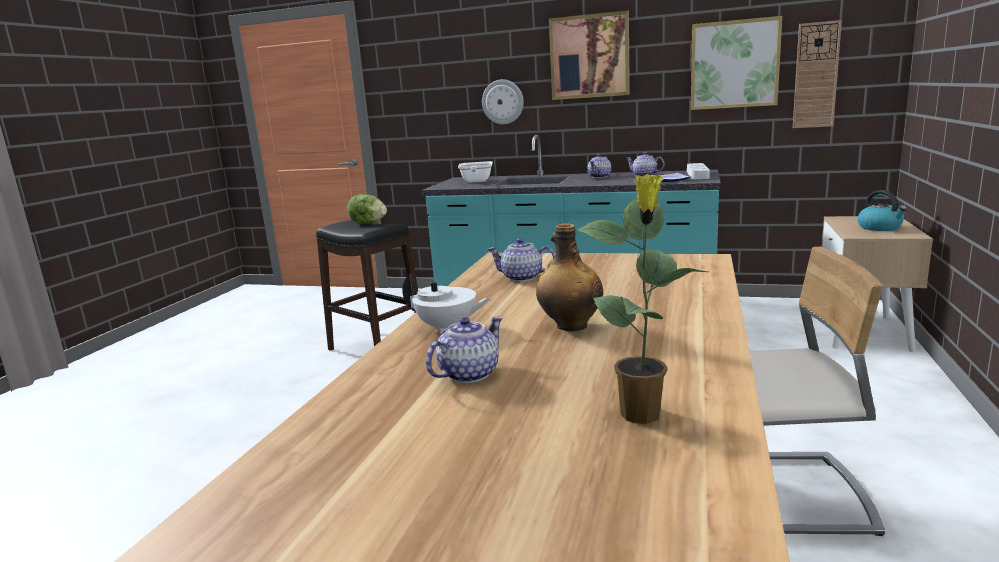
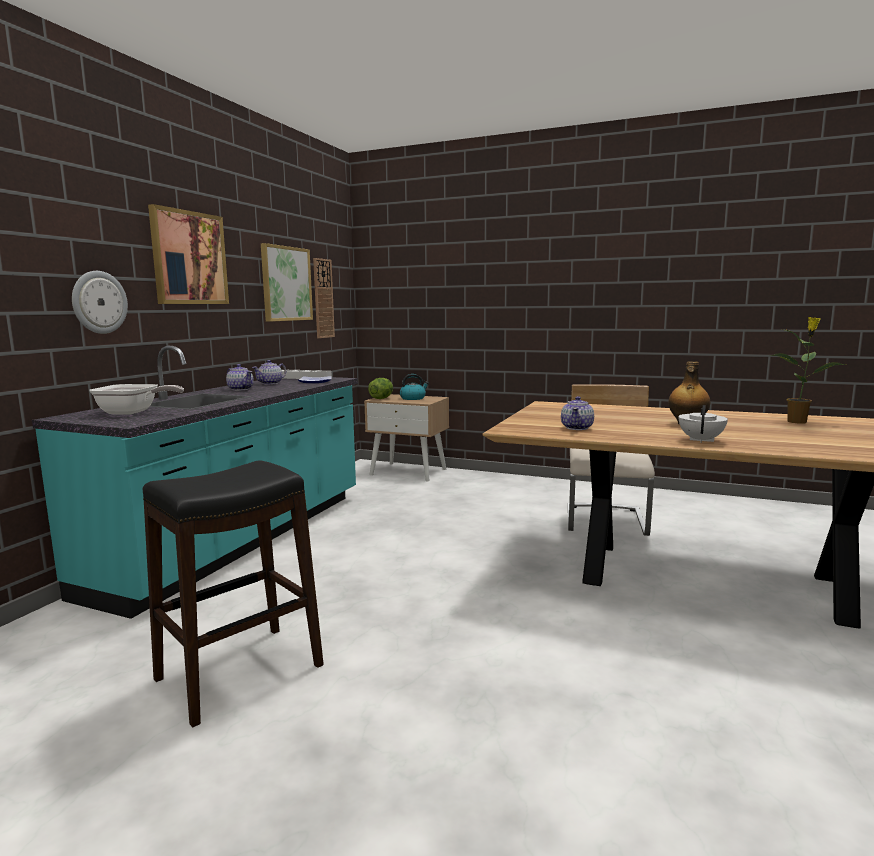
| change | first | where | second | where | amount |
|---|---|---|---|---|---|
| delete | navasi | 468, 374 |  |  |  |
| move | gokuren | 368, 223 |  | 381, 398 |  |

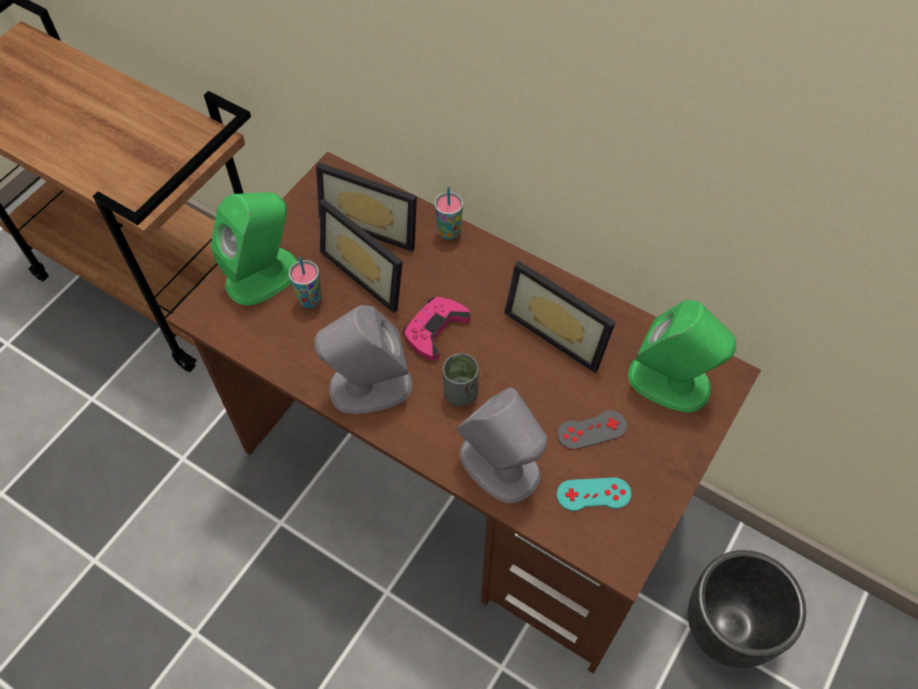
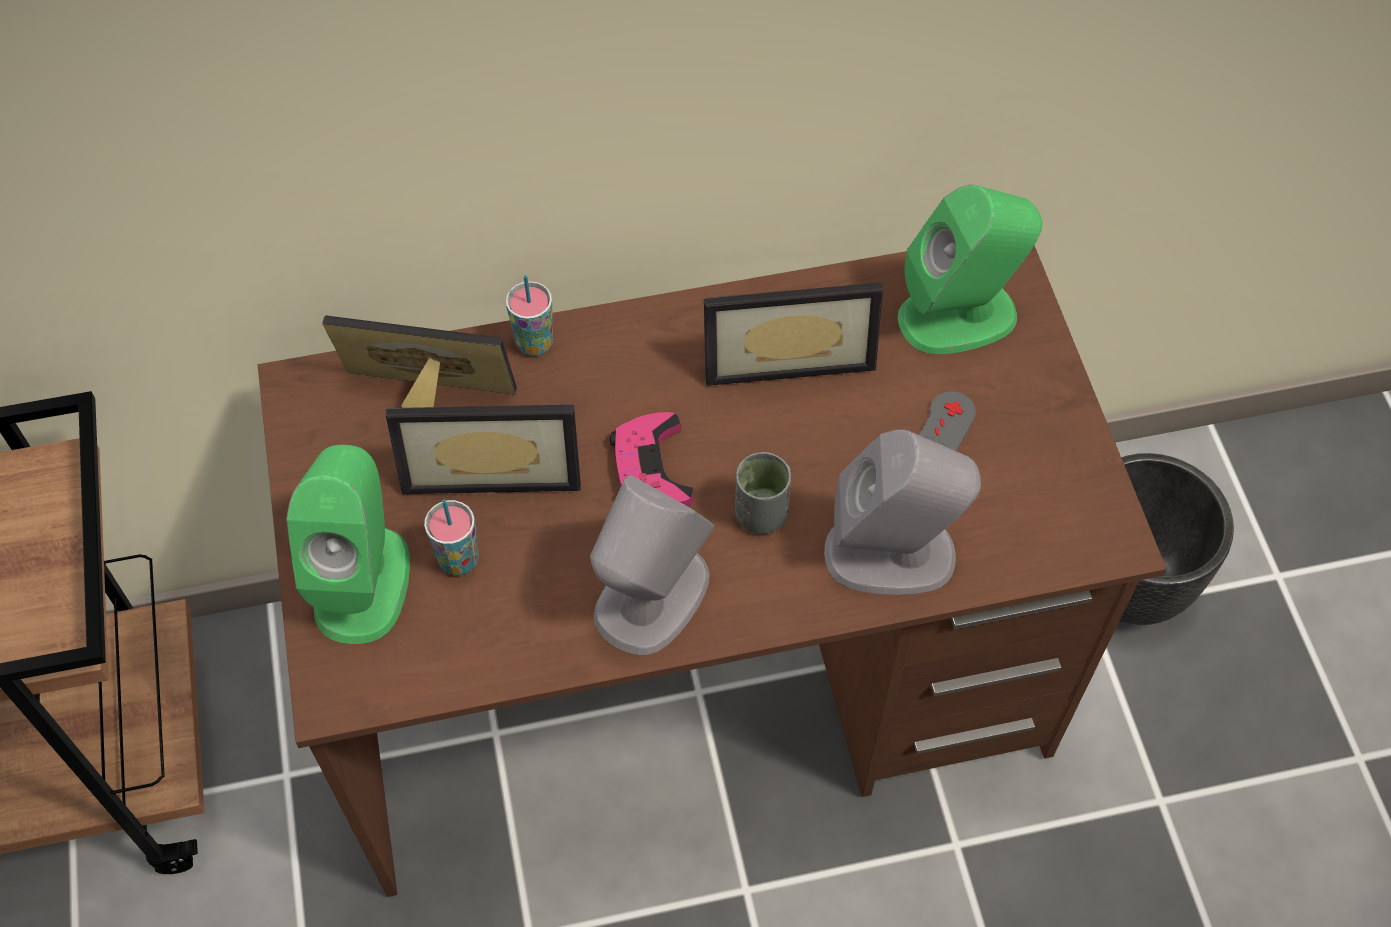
| change | first | where | second | where | amount |
|---|---|---|---|---|---|
| delete | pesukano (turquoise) | 593, 494 |  |  |  |
| rotate | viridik | 373, 221 |  | 425, 403 | 150 degrees counterclockwise |

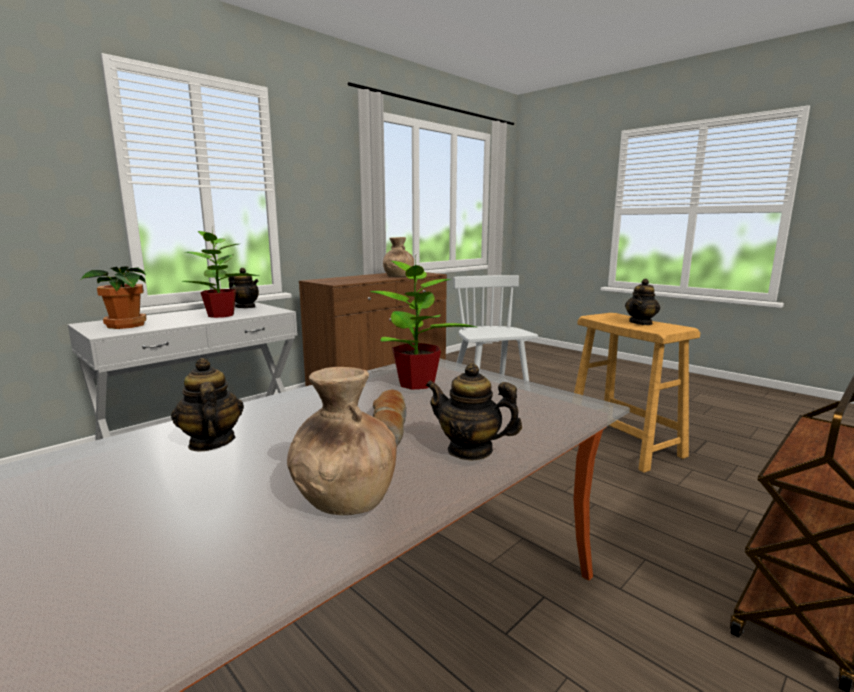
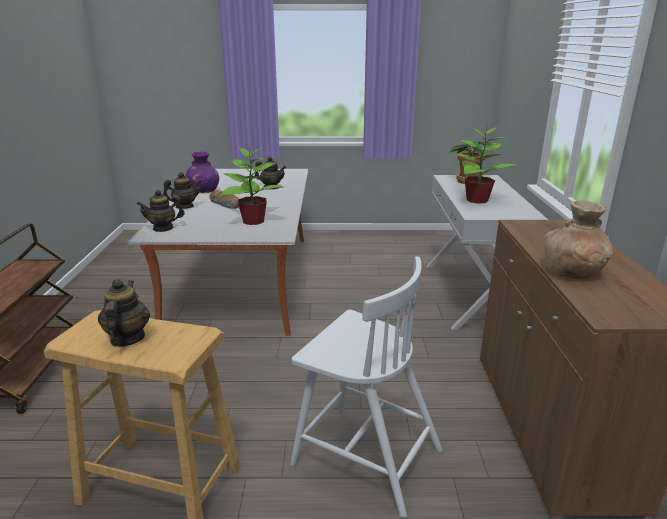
| change | first | where | second | where | amount |
|---|---|---|---|---|---|
| move | navasi | 245, 307 |  | 163, 228 |  |
| recolor | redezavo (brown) | 344, 498 | redezavo (purple) | 204, 191 |  |

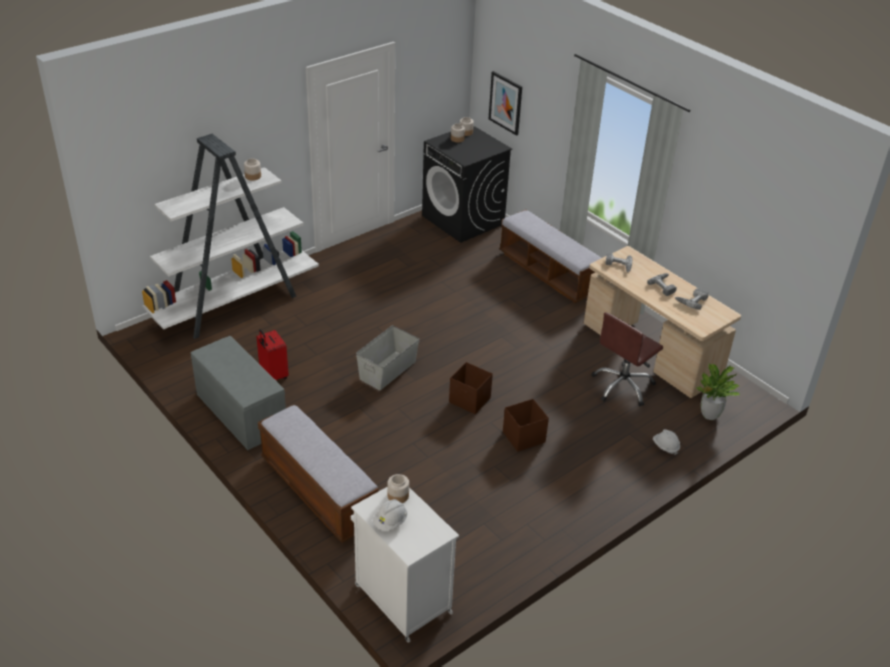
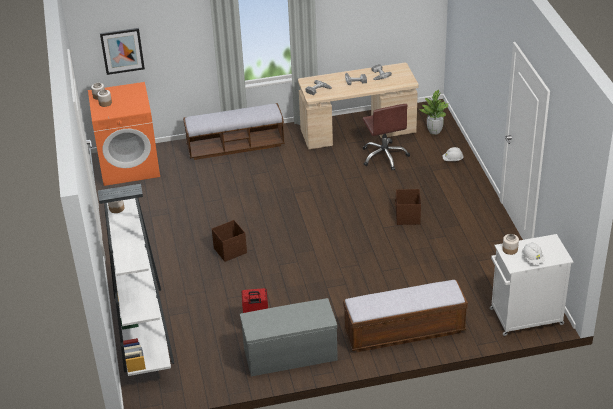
| change | first | where | second | where | amount |
|---|---|---|---|---|---|
| delete | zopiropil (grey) | 387, 370 |  |  |  |
| move | zopiropil (brown) | 470, 400 |  | 231, 251 |  |
| recolor | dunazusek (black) | 463, 220 | dunazusek (orange) | 130, 165 |  |

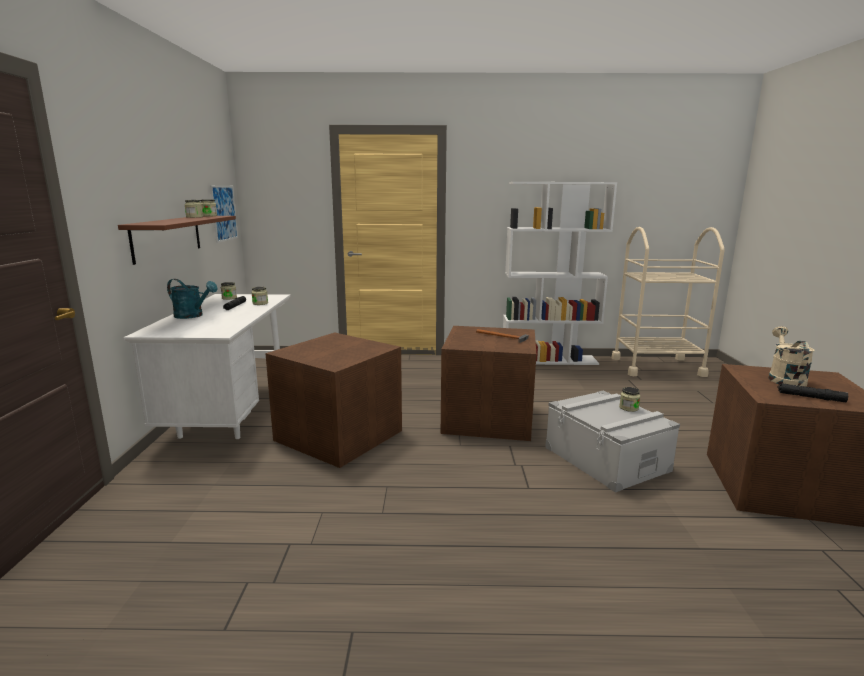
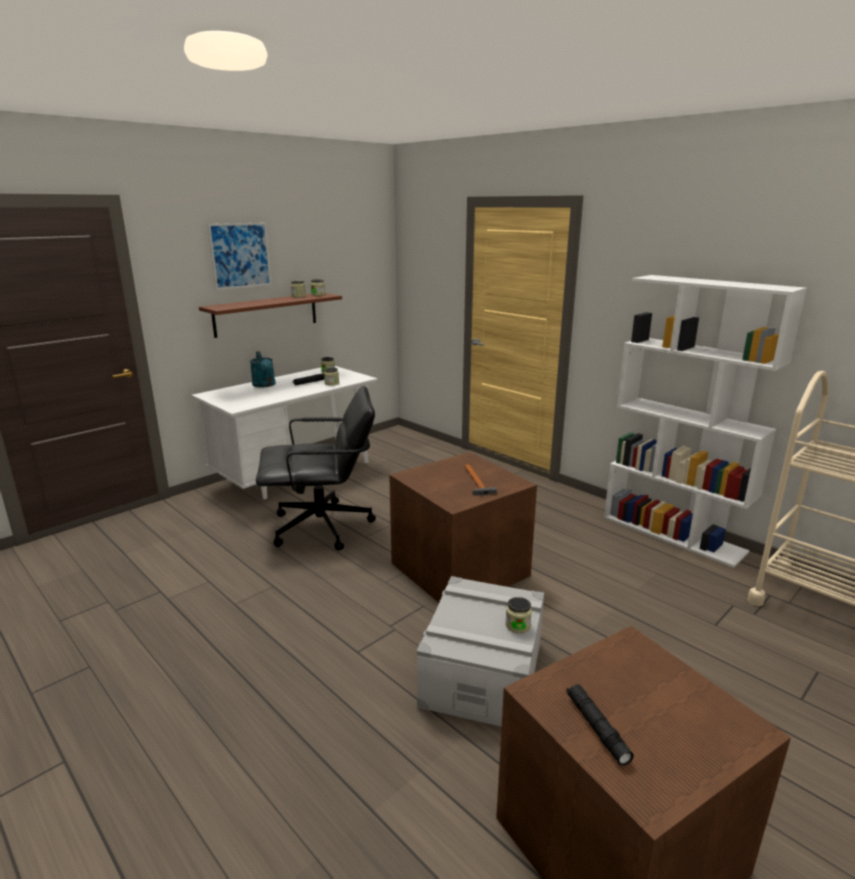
| change | first | where | second | where | amount |
|---|---|---|---|---|---|
| delete | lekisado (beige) | 784, 378 |  |  |  |
| move | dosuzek | 224, 213 |  | 240, 255 |  |
| replace | zopiropil (brown) | 341, 435 | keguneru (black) | 323, 527 |  |

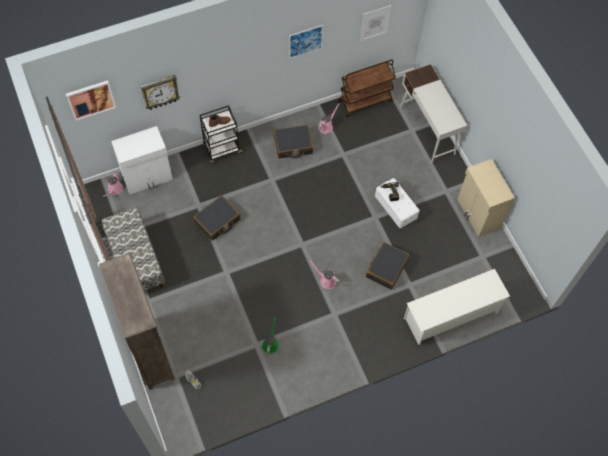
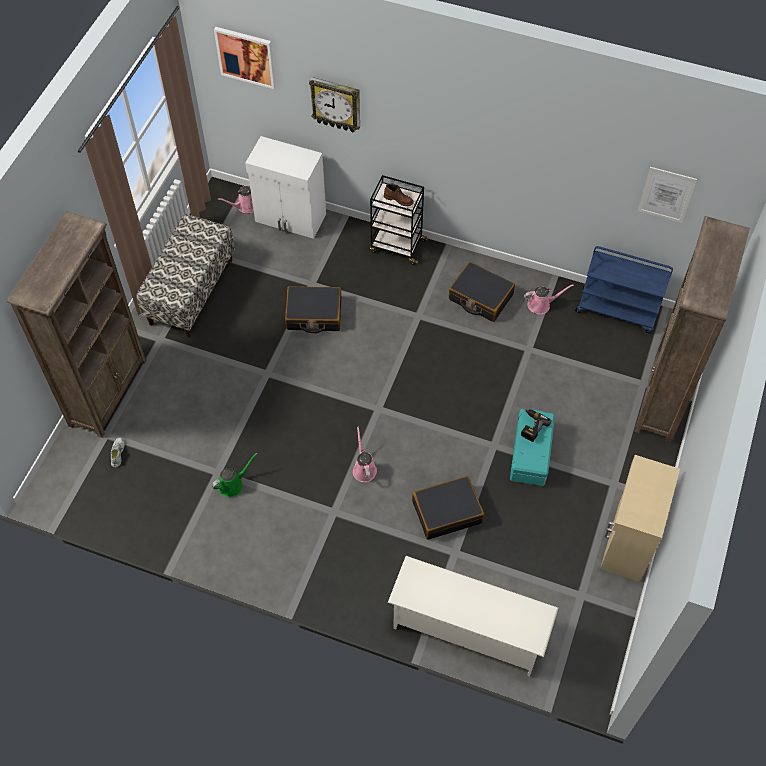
| change | first | where | second | where | amount |
|---|---|---|---|---|---|
| delete | dosuzek | 305, 41 |  |  |  |
| replace | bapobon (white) | 427, 130 | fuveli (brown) | 663, 398 |  |
| recolor | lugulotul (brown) | 365, 101 | lugulotul (blue) | 617, 310 |  |
| recolor | zopiropil (white) | 396, 207 | zopiropil (turquoise) | 531, 454 |  |

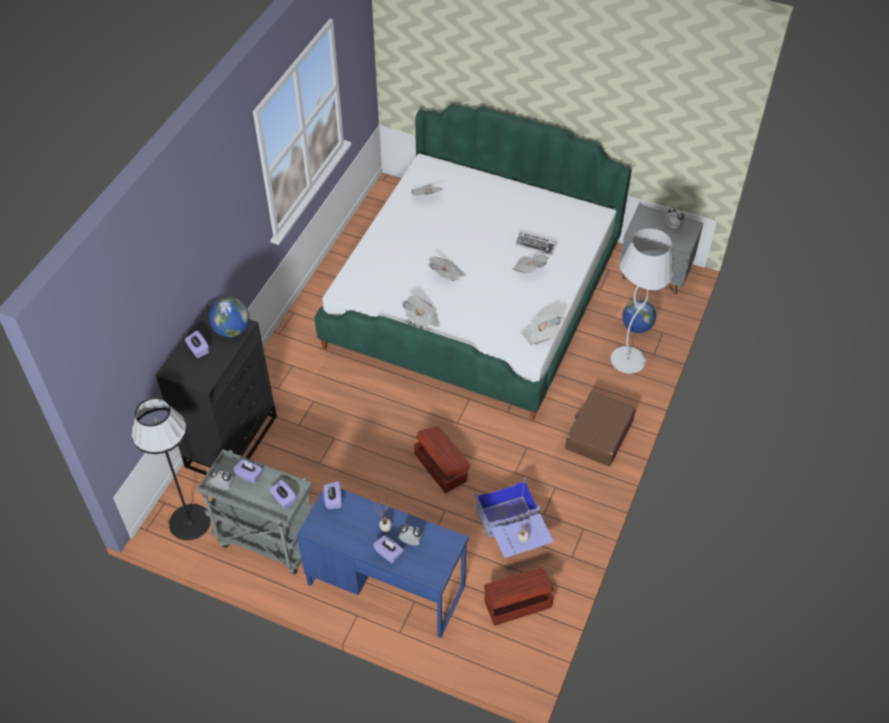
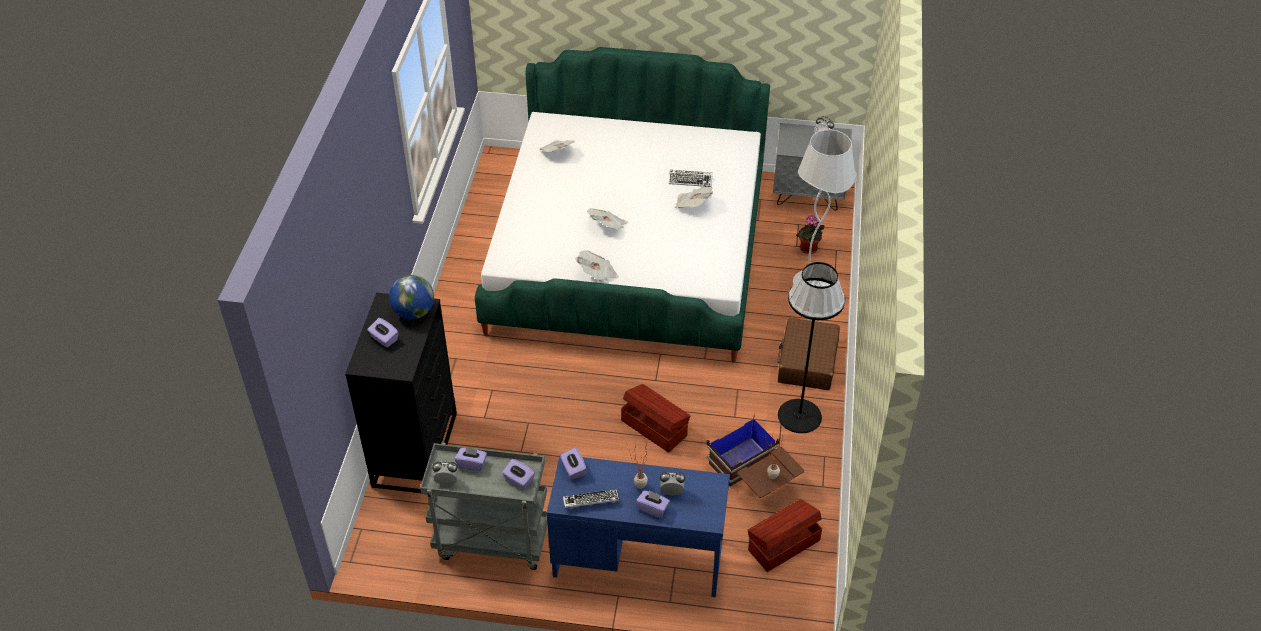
| change | first | where | second | where | amount |
|---|---|---|---|---|---|
| delete | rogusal | 540, 334 |  |  |  |
| insert |  |  | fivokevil | 591, 501 |  |
| move | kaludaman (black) | 190, 522 |  | 799, 416 |  |
| replace | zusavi | 637, 327 | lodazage | 808, 249 |  |
| recolor | zopiropil (blue) | 512, 533 | zopiropil (brown) | 753, 477 |  |

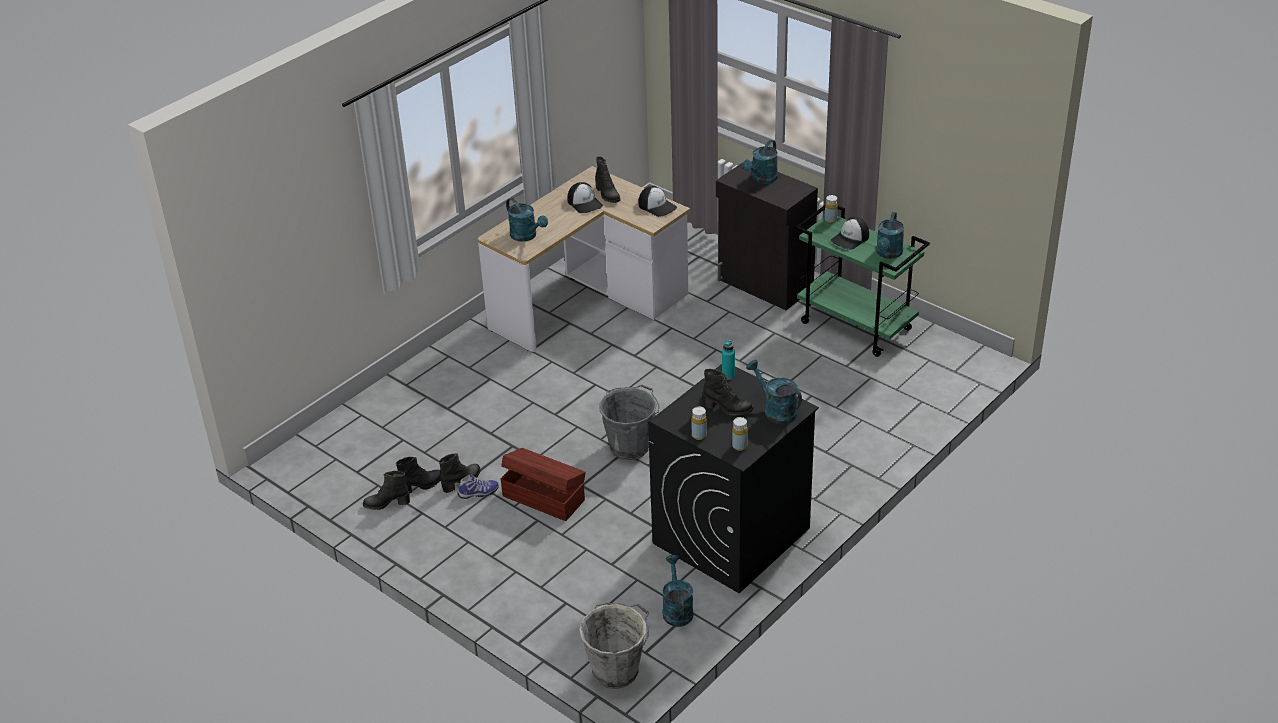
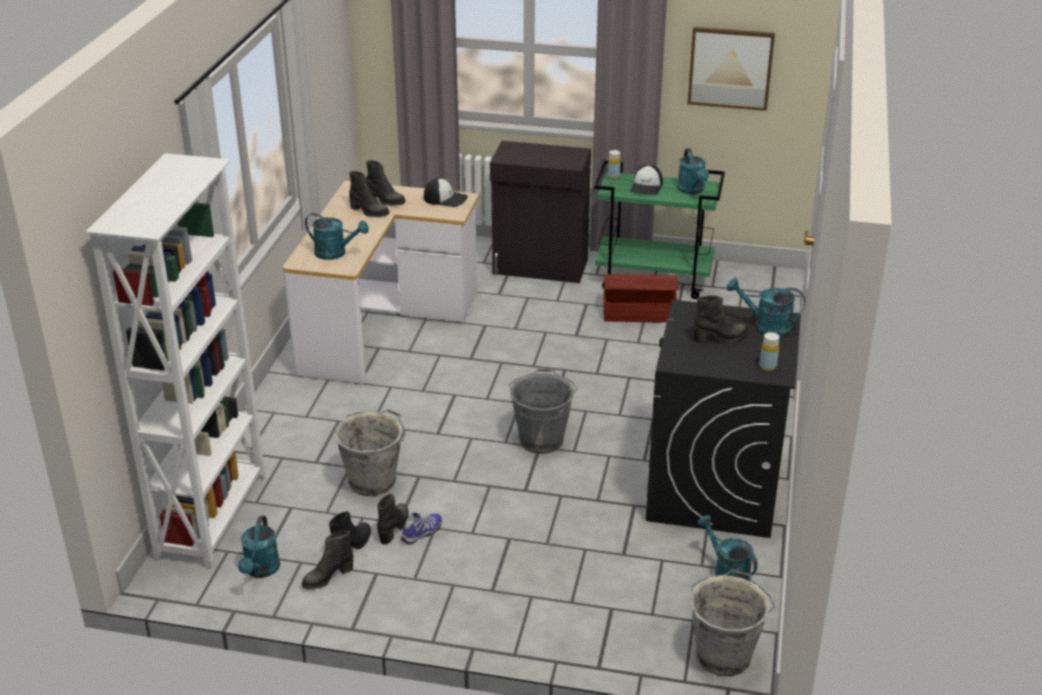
| change | first | where | second | where | amount |
|---|---|---|---|---|---|
| delete | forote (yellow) | 699, 435 |  |  |  |
| delete | forote (turquoise) | 728, 375 |  |  |  |
| insert |  |  | fuveli (white) | 214, 516 |  |
| insert |  |  | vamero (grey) | 374, 481 |  |
| insert |  |  | dosuzek | 730, 68 |  |
| move | zopiropil (brown) | 543, 497 |  | 638, 312 |  |
| move | lekisado (turquoise) | 762, 179 |  | 261, 571 |  |
| replace | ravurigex | 585, 203 | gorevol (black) | 369, 212 |  |

